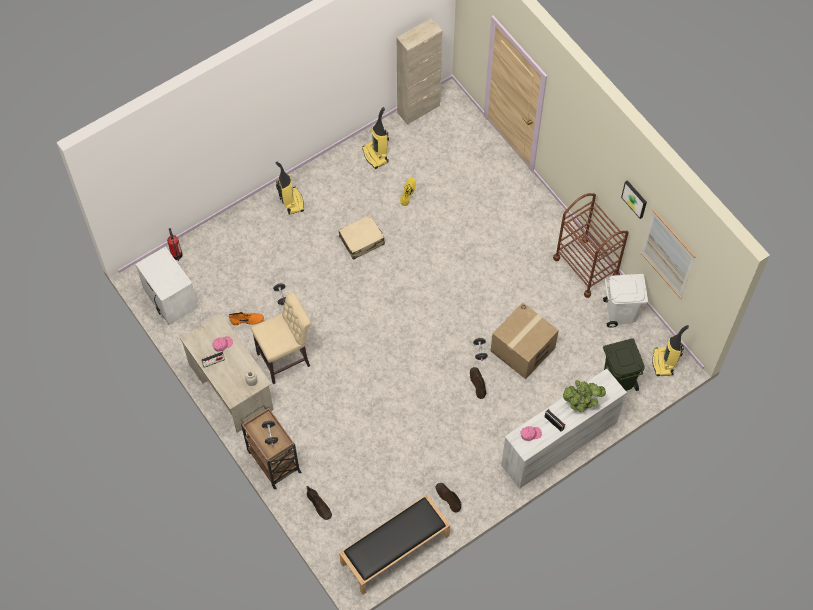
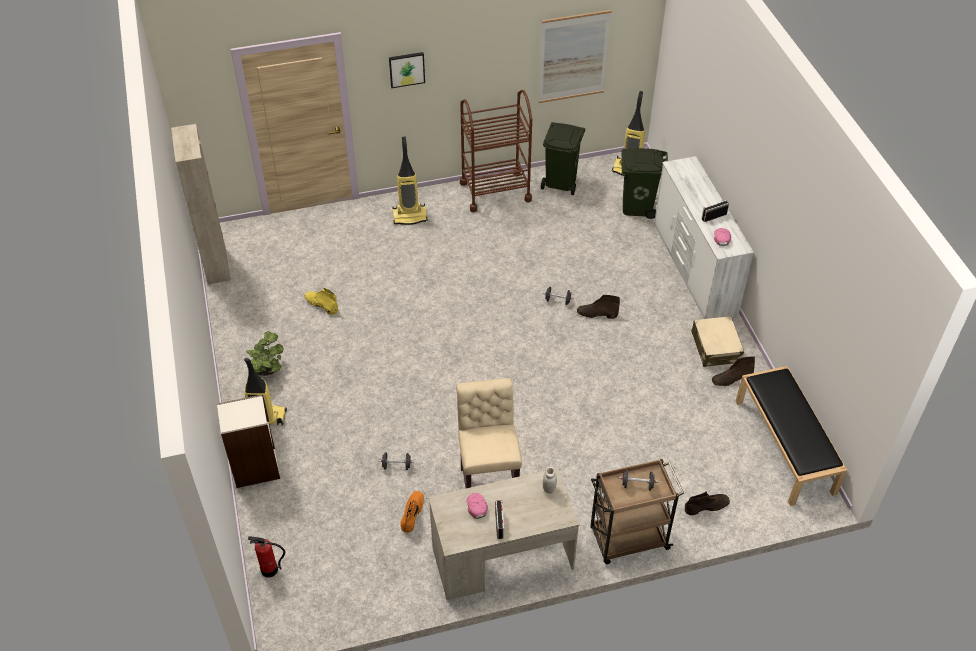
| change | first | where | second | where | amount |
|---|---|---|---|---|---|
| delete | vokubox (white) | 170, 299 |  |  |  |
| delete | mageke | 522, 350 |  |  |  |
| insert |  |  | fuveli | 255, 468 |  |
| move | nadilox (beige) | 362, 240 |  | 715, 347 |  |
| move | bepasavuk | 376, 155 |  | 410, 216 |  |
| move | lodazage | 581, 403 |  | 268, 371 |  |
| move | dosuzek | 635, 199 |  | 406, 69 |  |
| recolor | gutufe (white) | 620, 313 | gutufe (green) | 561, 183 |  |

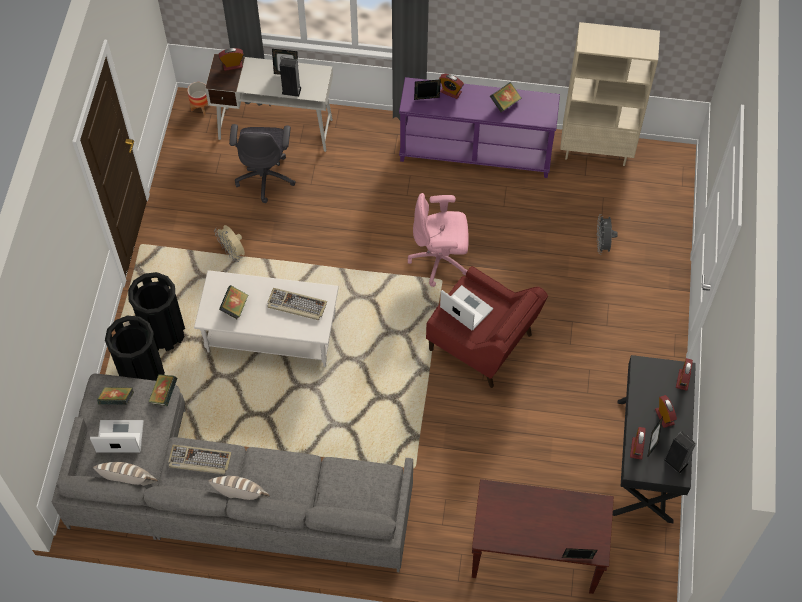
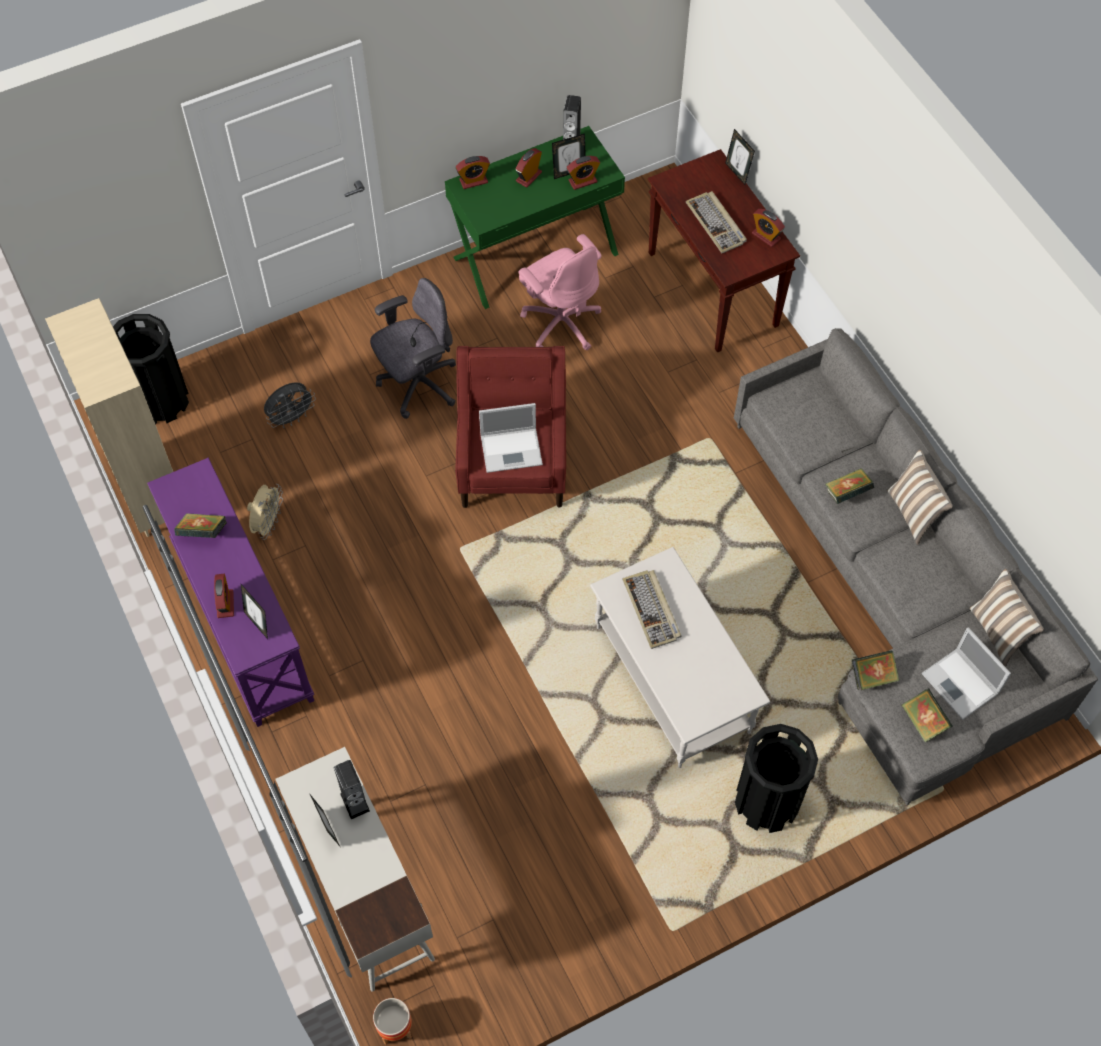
| change | first | where | second | where | amount |
|---|---|---|---|---|---|
| move | gutufe (black) | 143, 375 |  | 160, 401 |  |
| move | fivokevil | 199, 461 |  | 716, 224 |  |
| move | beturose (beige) | 233, 252 |  | 268, 523 |  |
| move | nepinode | 232, 65 |  | 766, 236 |  |
| move | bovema | 235, 307 |  | 847, 493 |  |
| move | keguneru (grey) | 266, 177 |  | 418, 385 |  |
| move | keguneru (pink) | 440, 260 |  | 561, 322 |  |
| recolor | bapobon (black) | 645, 460 | bapobon (green) | 535, 255 |  |
| rotate | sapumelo | 465, 308 |  | 512, 449 | 105 degrees counterclockwise |

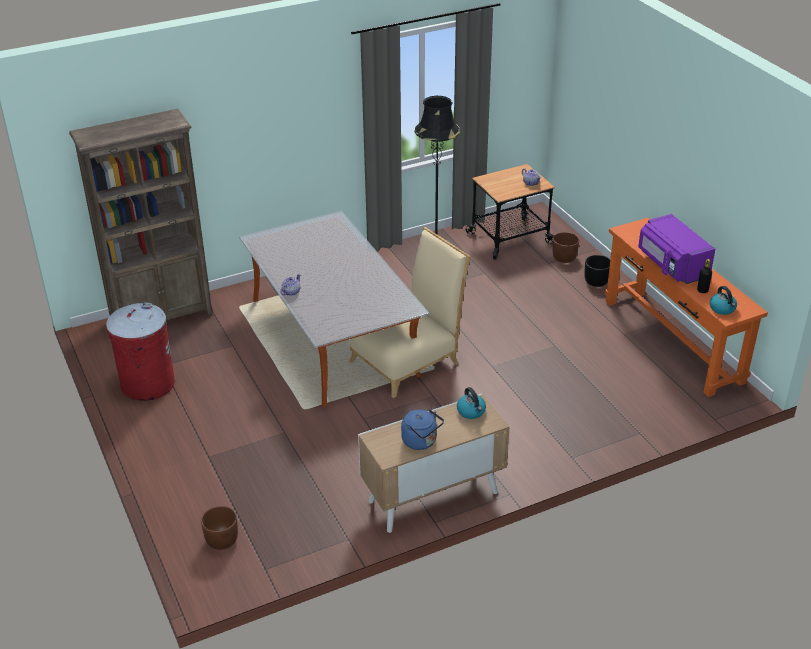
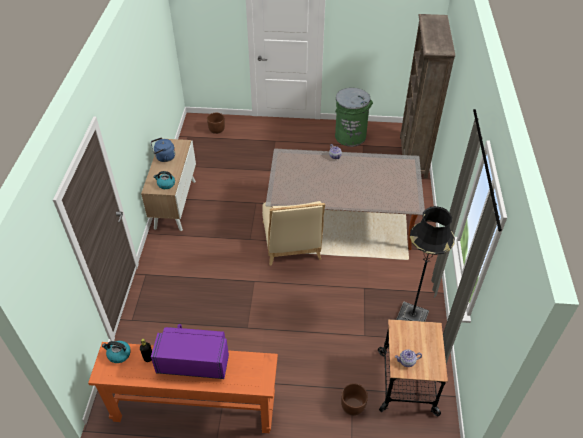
| change | first | where | second | where | amount |
|---|---|---|---|---|---|
| delete | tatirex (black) | 596, 281 |  |  |  |
| recolor | gutufe (red) | 147, 384 | gutufe (green) | 350, 136 |  |

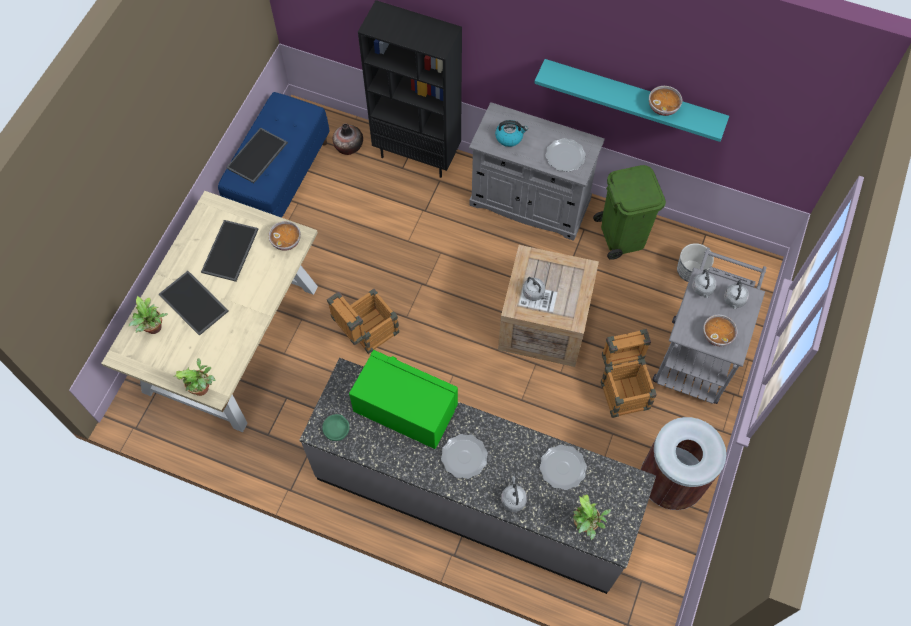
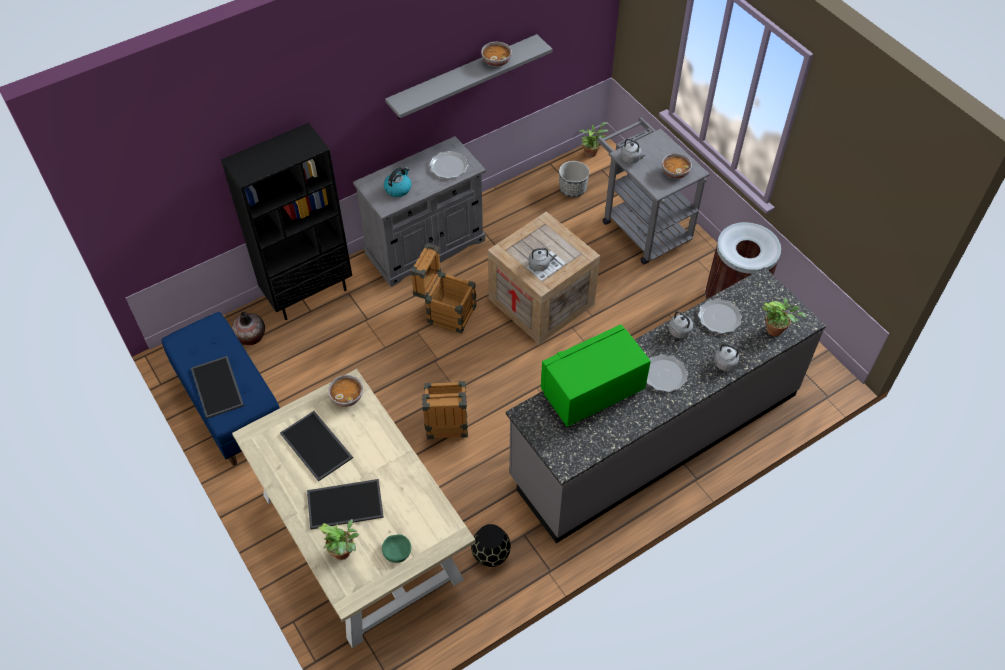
| change | first | where | second | where | amount |
|---|---|---|---|---|---|
| delete | gutufe (green) | 621, 235 |  |  |  |
| insert |  |  | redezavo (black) | 491, 555 |  |
| move | lodazage | 203, 388 |  | 591, 152 |  |
| move | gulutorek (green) | 336, 429 |  | 397, 550 |  |
| move | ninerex | 623, 389 |  | 445, 312 |  |
| move | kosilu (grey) | 734, 300 |  | 681, 332 |  |
| recolor | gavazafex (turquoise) | 633, 97 | gavazafex (grey) | 463, 77 |  |

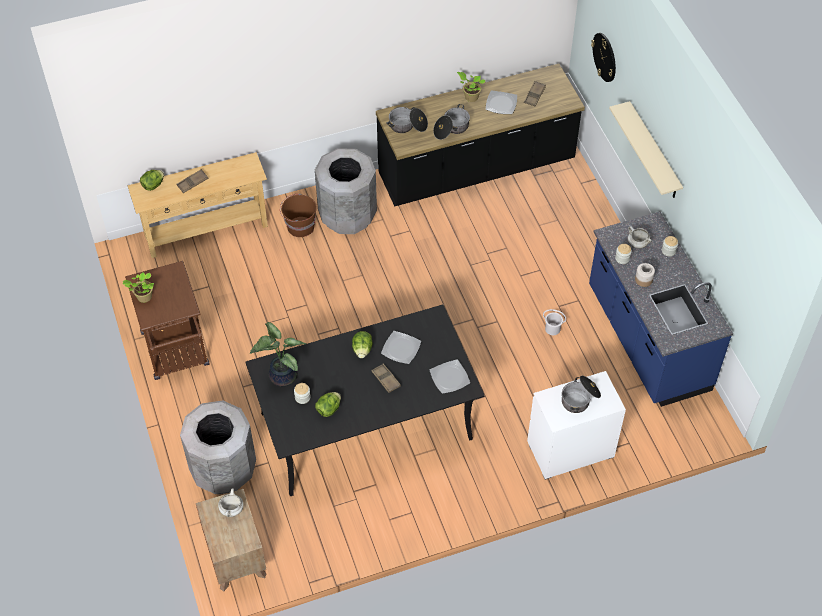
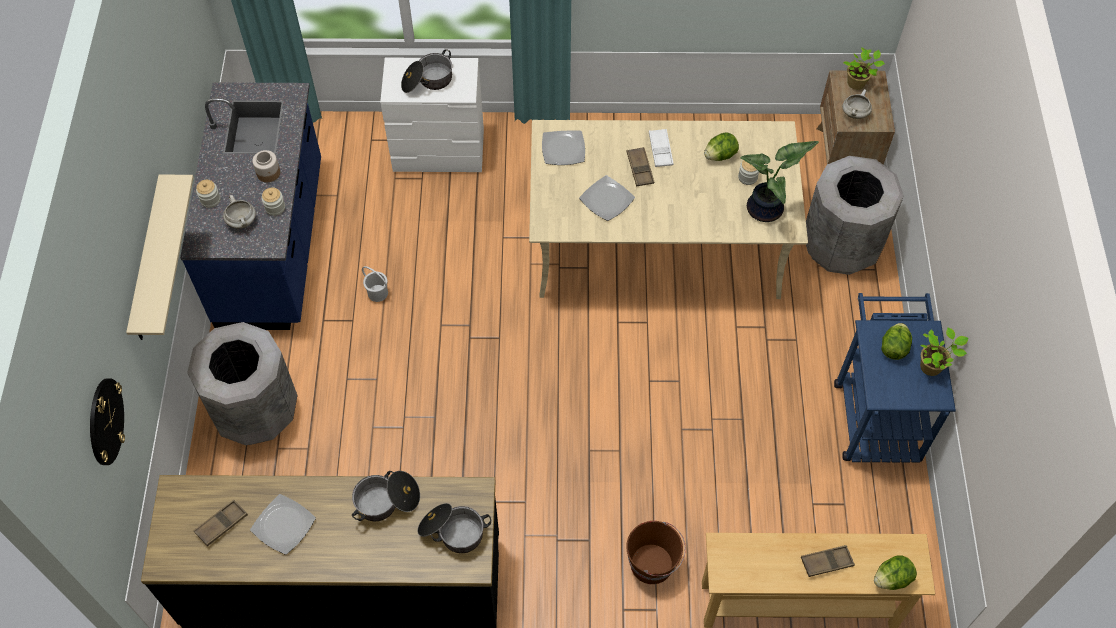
| change | first | where | second | where | amount |
|---|---|---|---|---|---|
| insert |  |  | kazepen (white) | 660, 150 |  |
| move | gutufe (grey) | 347, 215 |  | 256, 411 |  |
| move | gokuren | 362, 350 |  | 893, 348 |  |
| move | lodazage | 470, 97 |  | 857, 83 |  |
| recolor | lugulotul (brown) | 177, 354 | lugulotul (blue) | 875, 412 |  |
| recolor | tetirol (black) | 366, 427 | tetirol (beige) | 658, 244 |  |

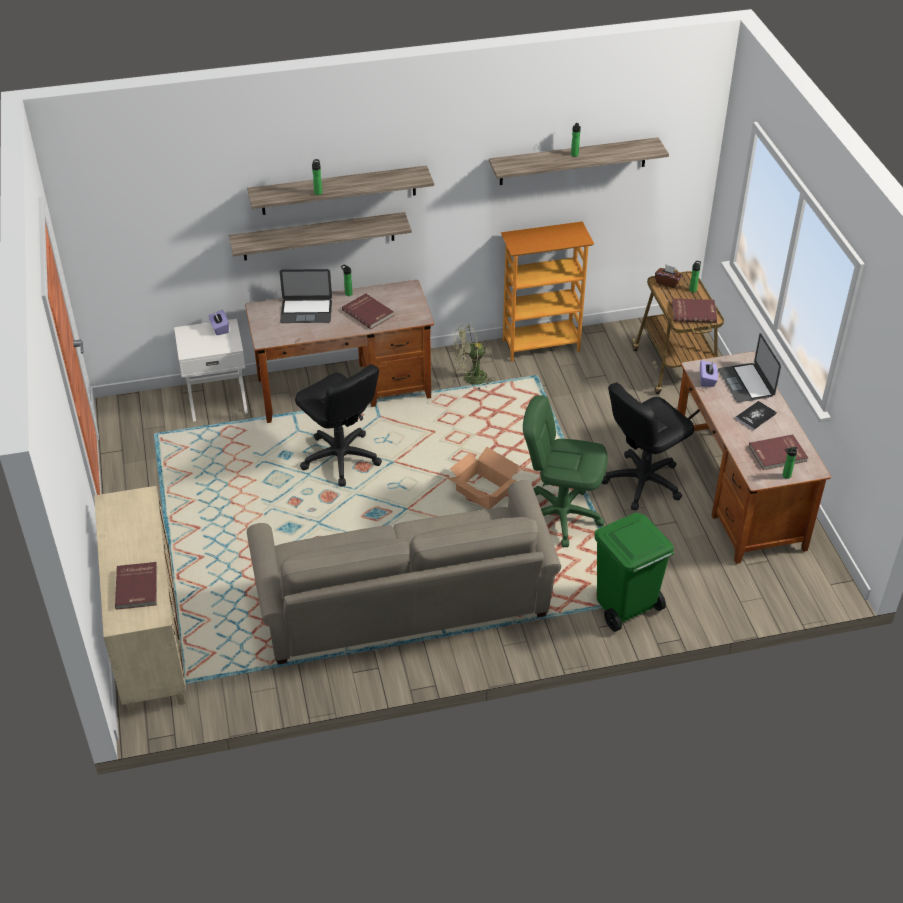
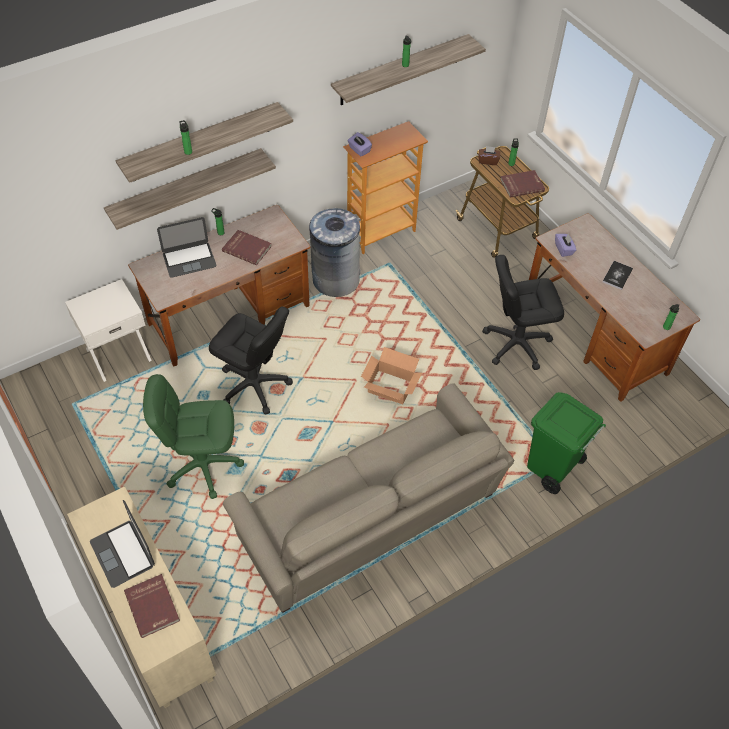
| change | first | where | second | where | amount |
|---|---|---|---|---|---|
| delete | bovema (red) | 778, 454 |  |  |  |
| move | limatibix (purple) | 219, 328 |  | 359, 150 |  |
| move | keguneru (green) | 561, 516 |  | 203, 465 |  |
| move | sapumelo | 746, 383 |  | 123, 553 |  |
| replace | beturose (green) | 470, 379 | gutufe (grey) | 335, 279 |  |
| rotate | keguneru (black) | 642, 482 |  | 516, 343 | 45 degrees clockwise |

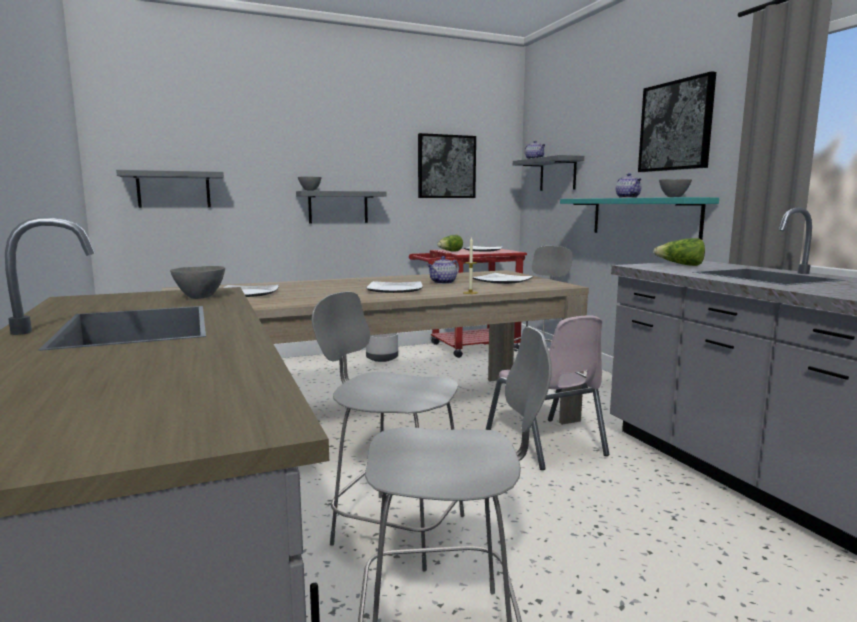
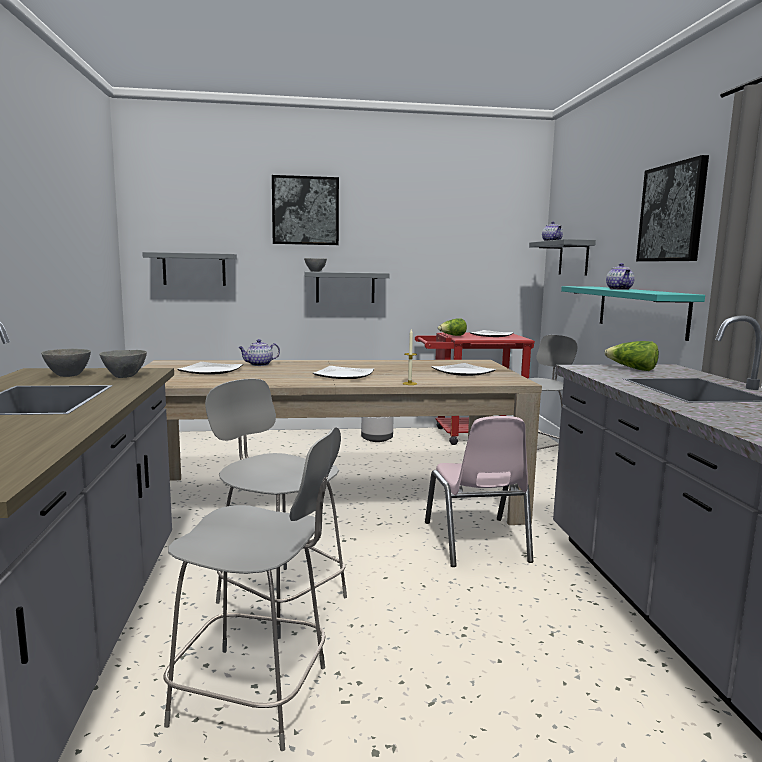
| change | first | where | second | where | amount |
|---|---|---|---|---|---|
| move | dosuzek | 446, 166 |  | 305, 211 |  |
| move | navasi | 443, 282 |  | 259, 364 |  |
| move | gulutorek (grey) | 674, 197 |  | 67, 375 |  |

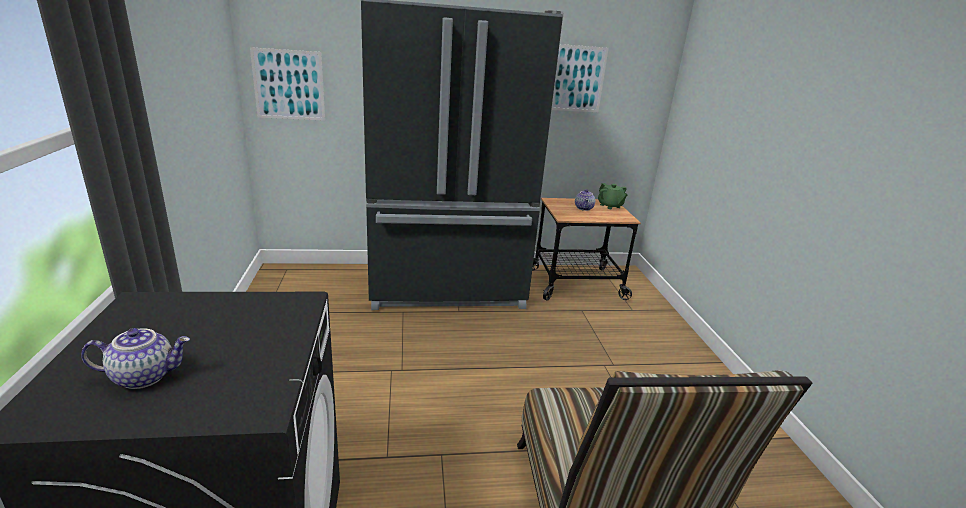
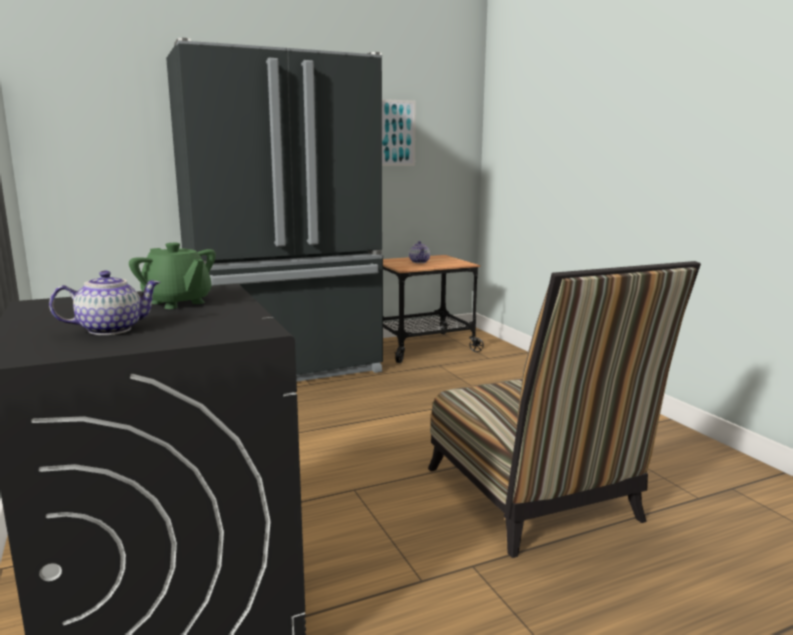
| change | first | where | second | where | amount |
|---|---|---|---|---|---|
| delete | dosuzek | 289, 85 |  |  |  |
| move | navasi (green) | 610, 206 |  | 177, 302 |  |

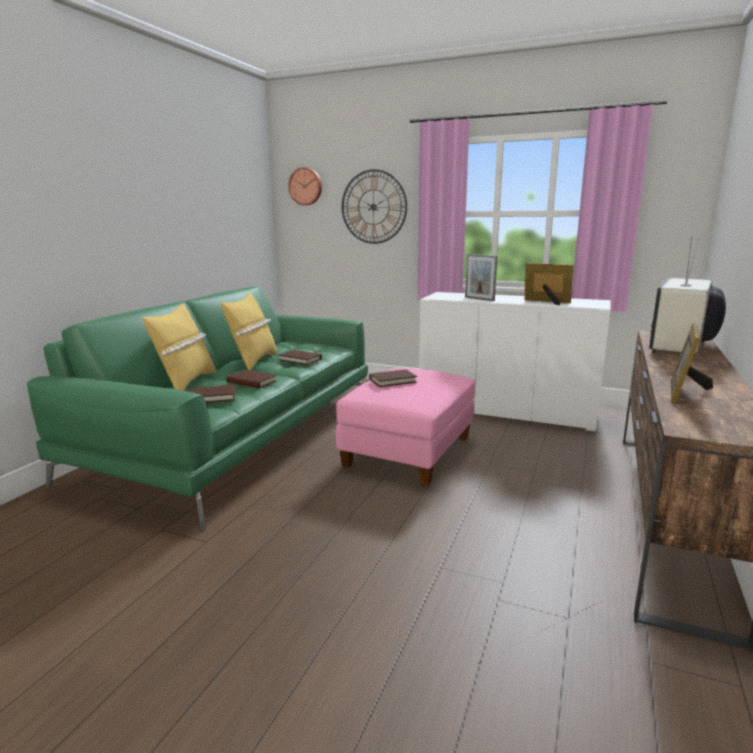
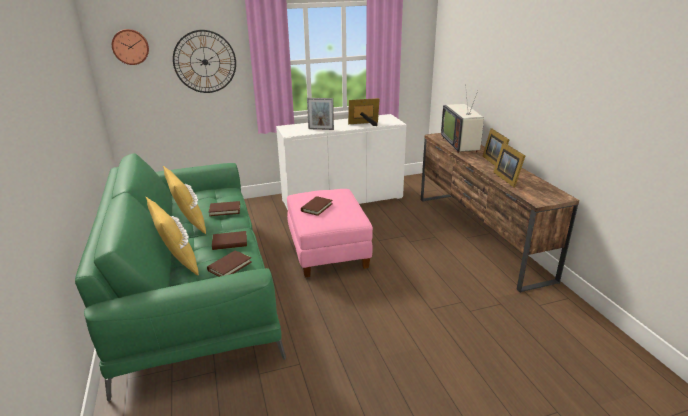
| change | first | where | second | where | amount |
|---|---|---|---|---|---|
| insert |  |  | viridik | 494, 161 |  |

